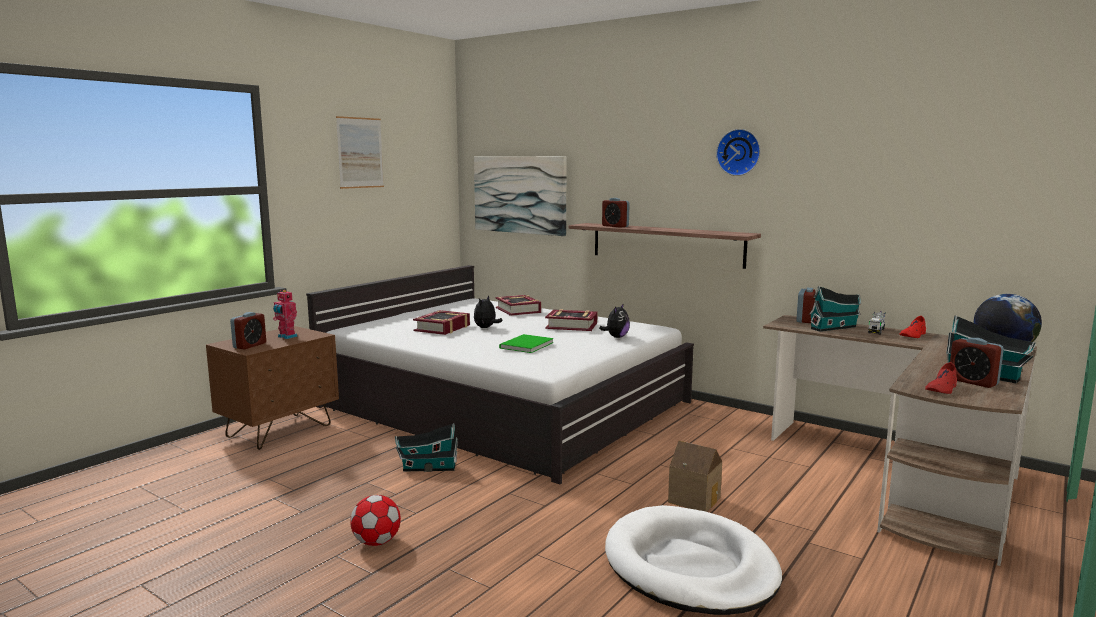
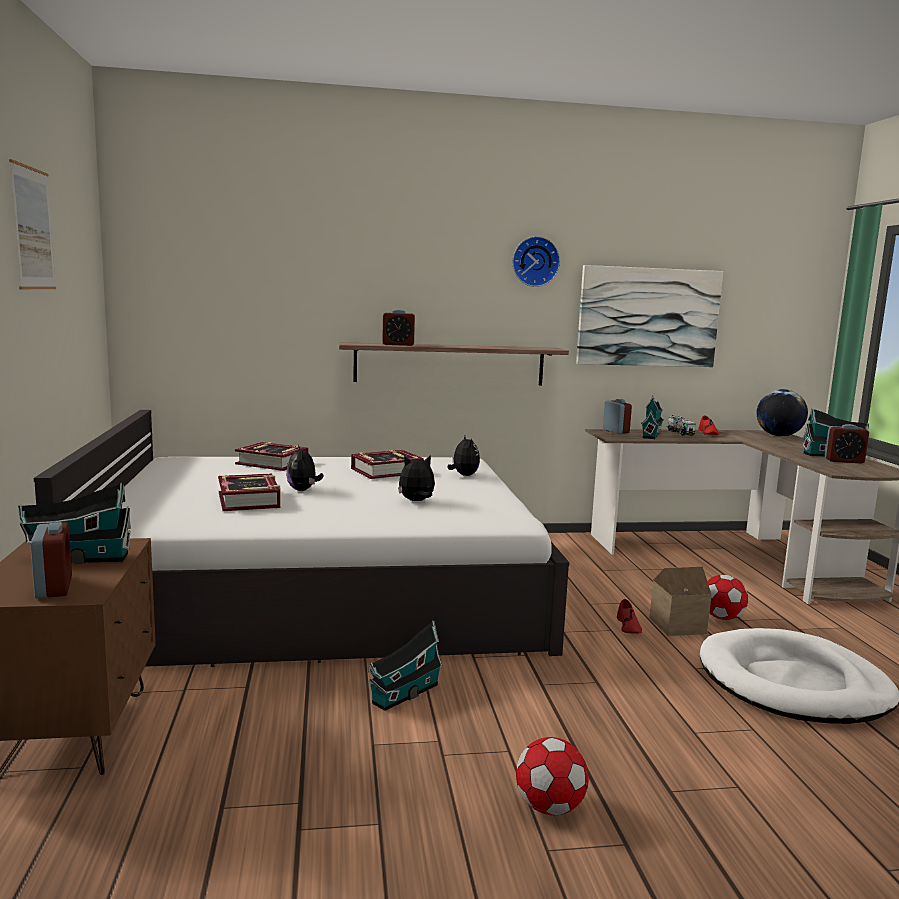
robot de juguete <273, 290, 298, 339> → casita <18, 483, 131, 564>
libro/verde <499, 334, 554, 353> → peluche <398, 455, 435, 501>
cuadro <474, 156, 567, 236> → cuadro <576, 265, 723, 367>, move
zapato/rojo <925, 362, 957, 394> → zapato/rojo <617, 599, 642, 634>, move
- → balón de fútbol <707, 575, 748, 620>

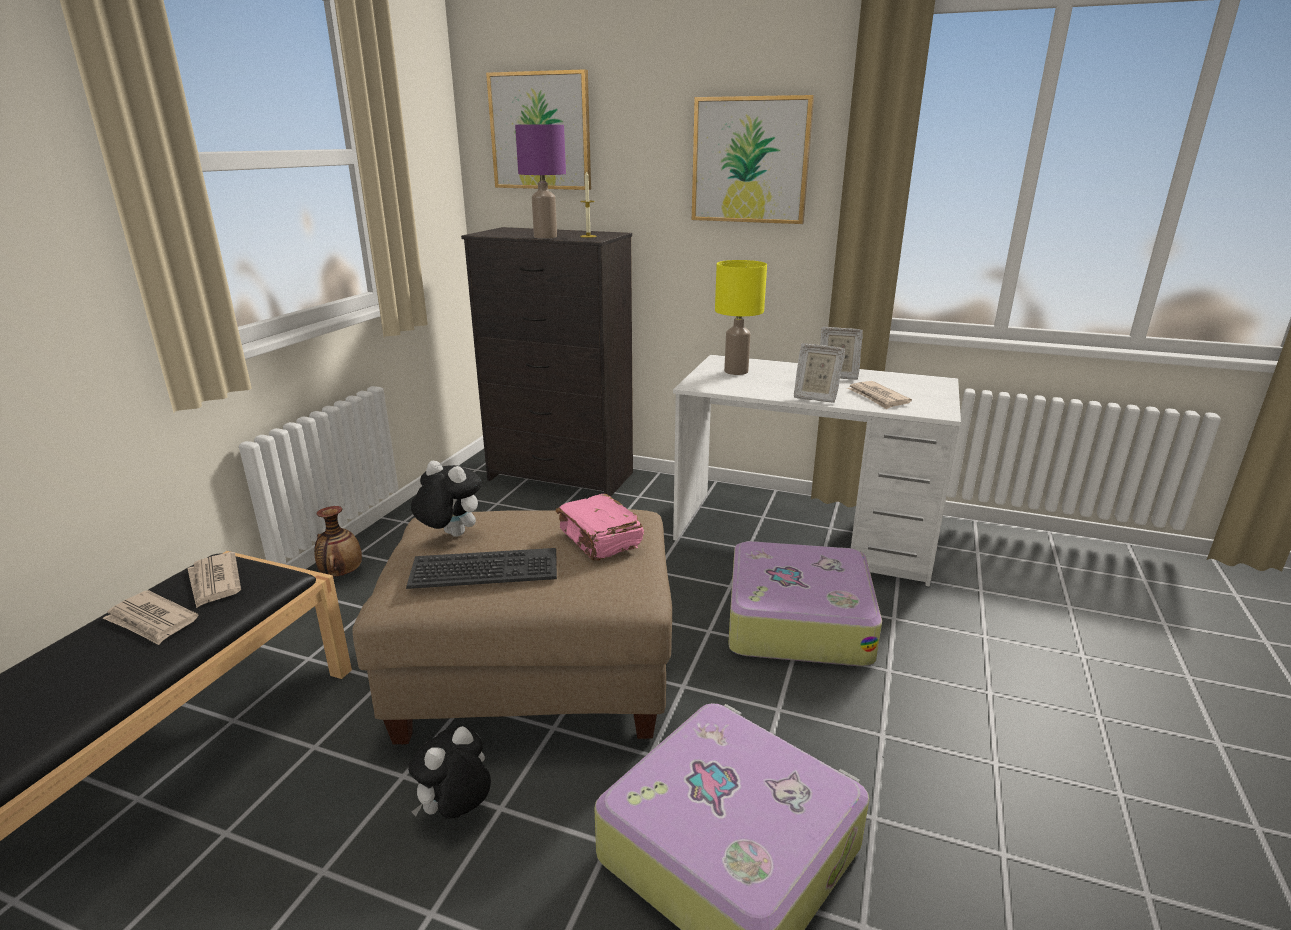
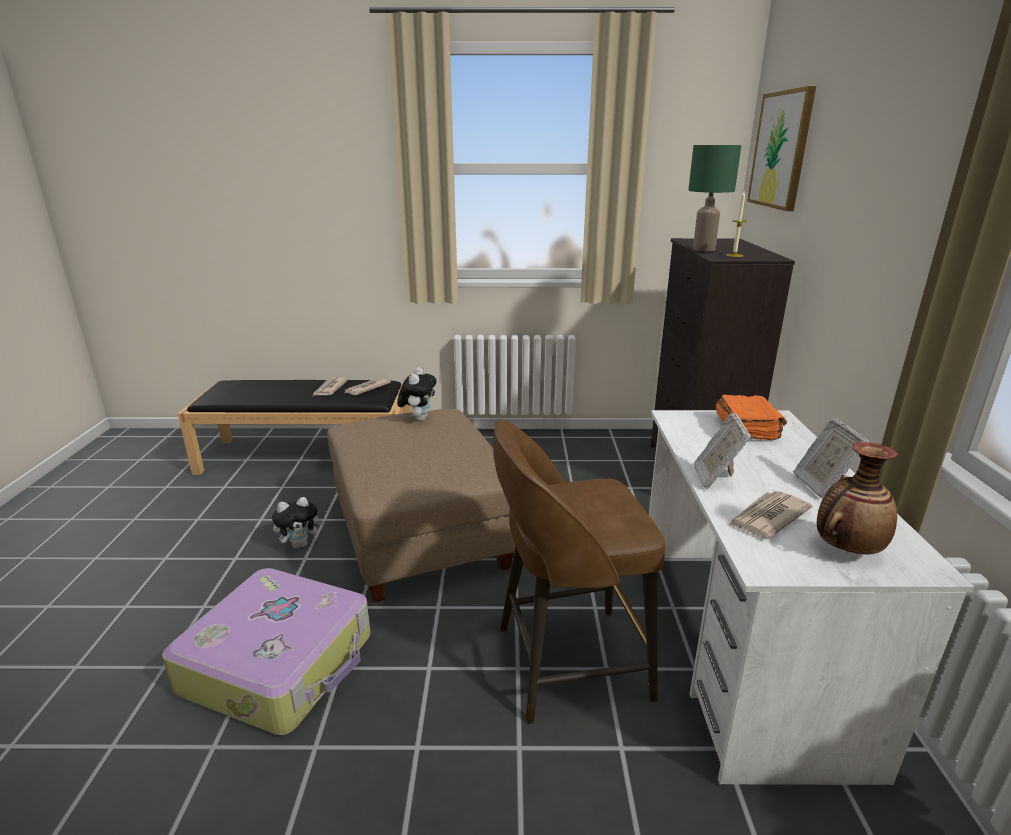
peluche <408, 726, 491, 819> → peluche <272, 497, 325, 549>, 135 degrees clockwise
maleta <728, 541, 882, 666> → taburete/marrón <493, 420, 665, 724>
lámpara de mesa/morado <515, 124, 566, 239> → lámpara de mesa/verde <688, 145, 741, 251>
lámpara de mesa/amarillo <715, 260, 767, 375> → libro/naranja <716, 395, 787, 440>
florero <314, 506, 362, 577> → florero <817, 442, 897, 554>, move
teclado <406, 548, 557, 589> → -
libro/rosa <556, 494, 644, 561> → -
cuadro <692, 95, 814, 224> → -

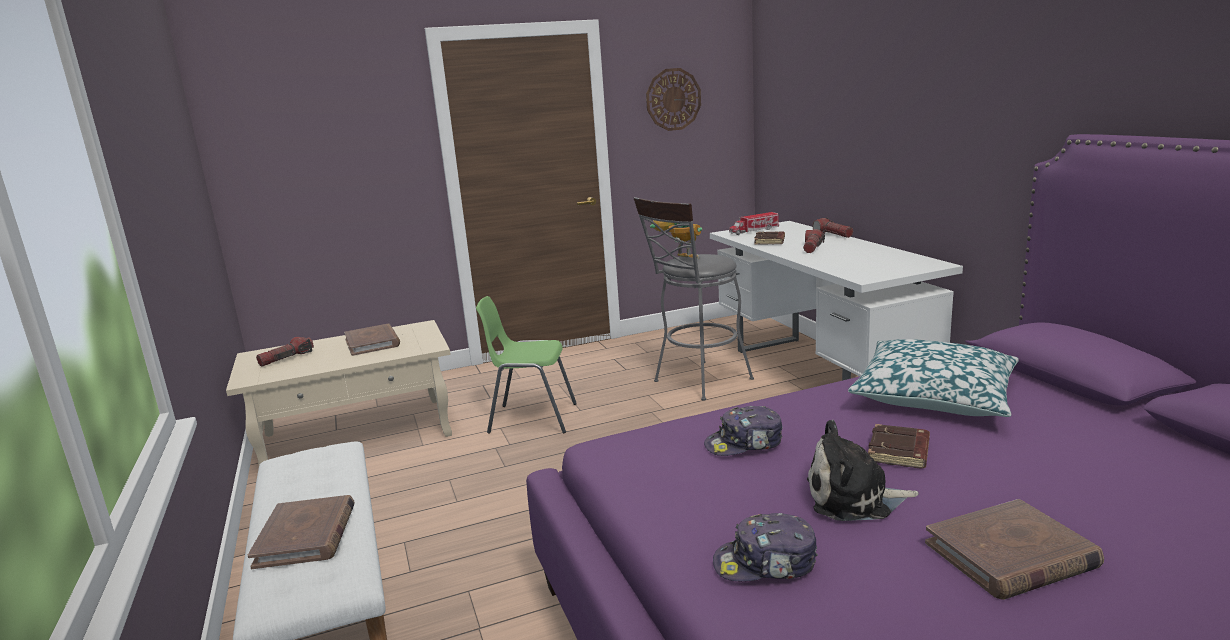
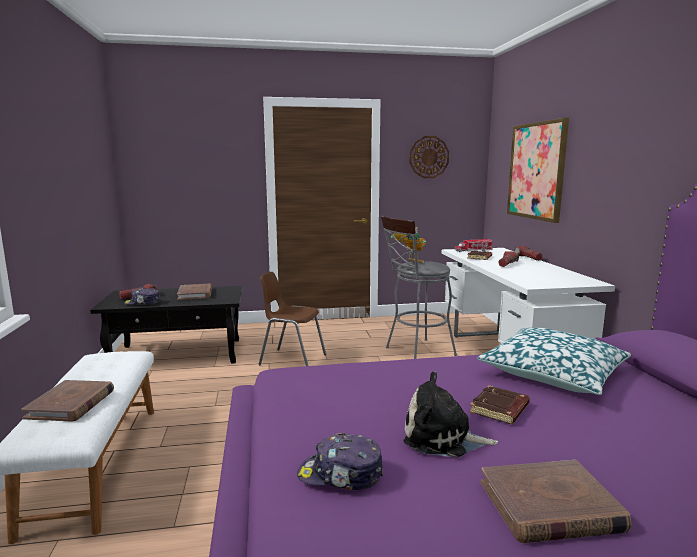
mesa de centro/beis <226, 320, 452, 465> → mesa de centro/negro <90, 286, 243, 364>
gorra <704, 406, 782, 456> → gorra <124, 288, 161, 305>, move
silla/verde <476, 296, 577, 433> → silla/marrón <259, 272, 326, 366>
- → cuadro <507, 118, 569, 223>

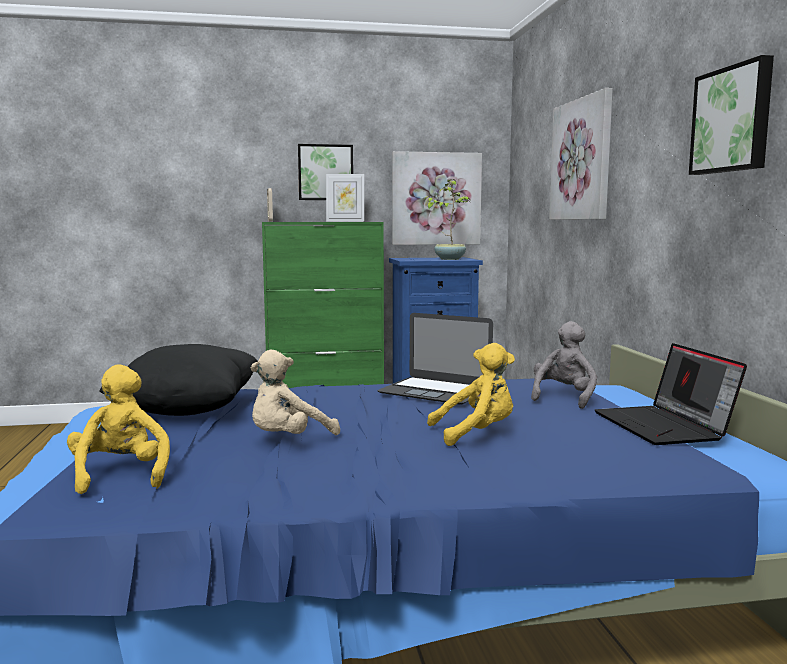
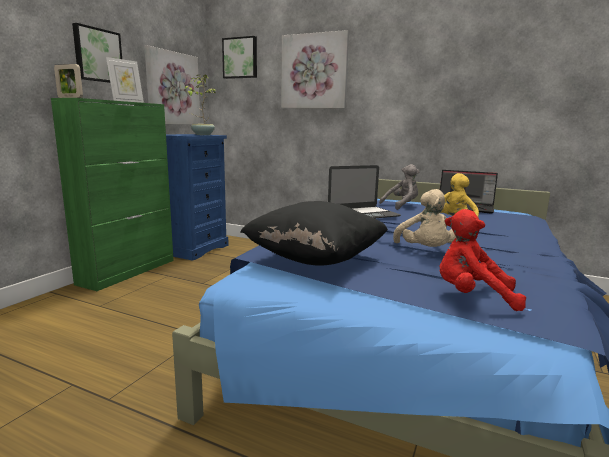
cuadro <689, 55, 774, 175> → cuadro <222, 36, 257, 79>, move
peluche/gris <531, 321, 597, 409> → peluche/gris <379, 164, 419, 210>, 90 degrees clockwise
peluche/amarillo <67, 364, 170, 494> → peluche/rojo <440, 209, 526, 311>

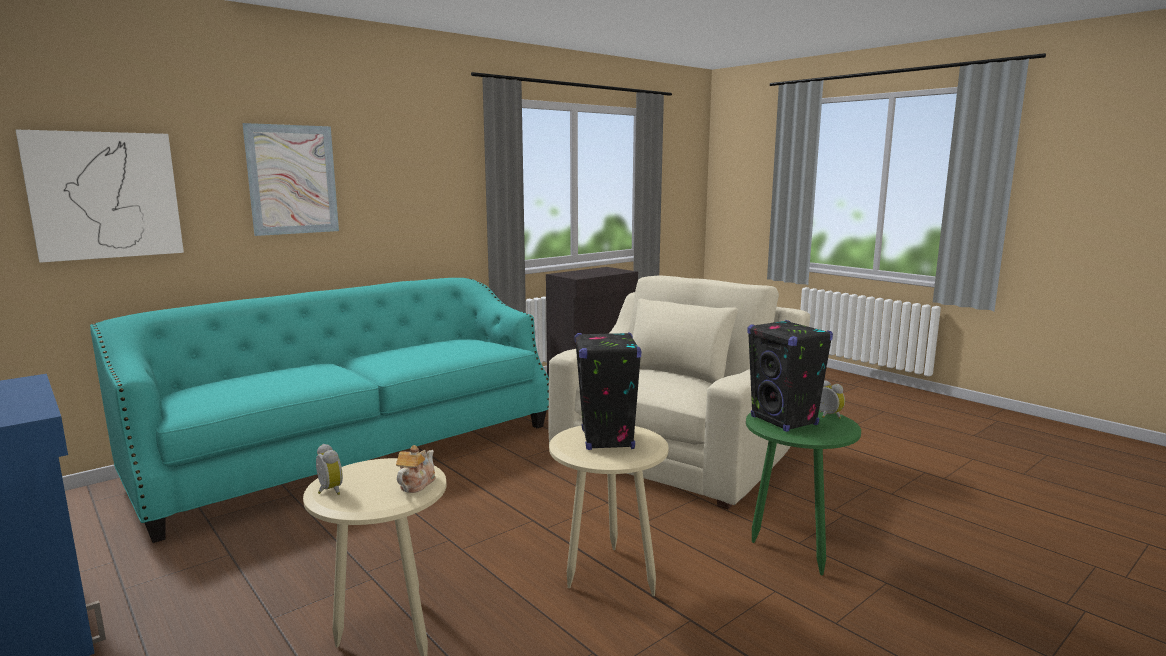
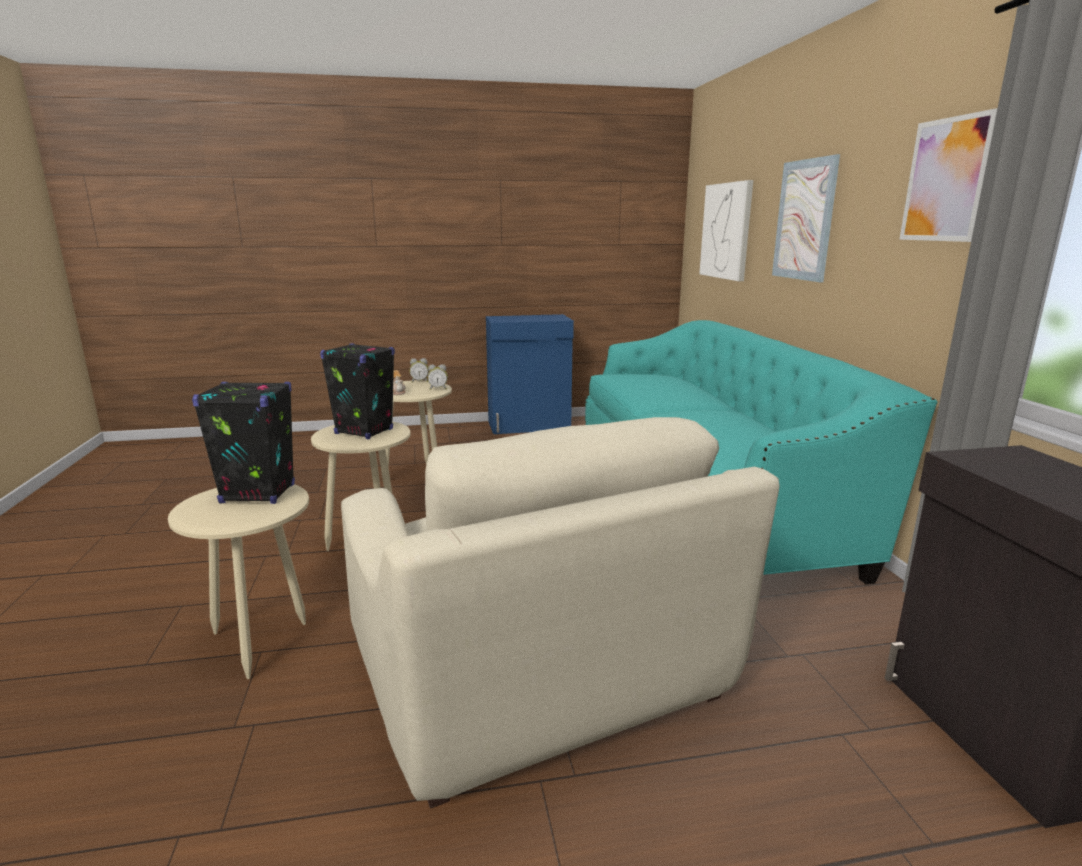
mesa auxiliar/verde <746, 409, 861, 575> → mesa auxiliar/beis <168, 484, 309, 679>
despertador <819, 380, 845, 419> → despertador <428, 364, 448, 390>, move
- → cuadro <899, 108, 997, 242>

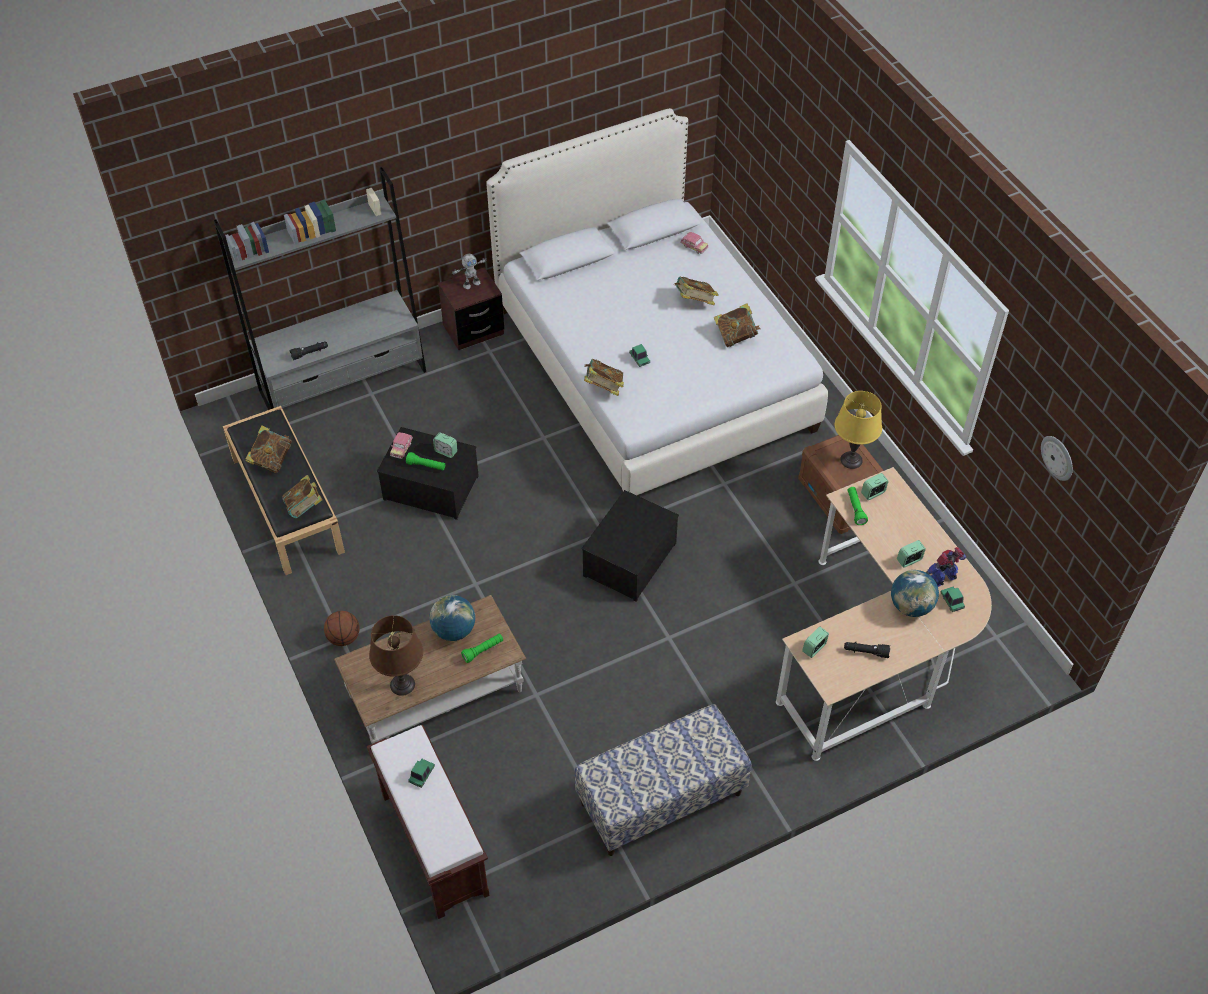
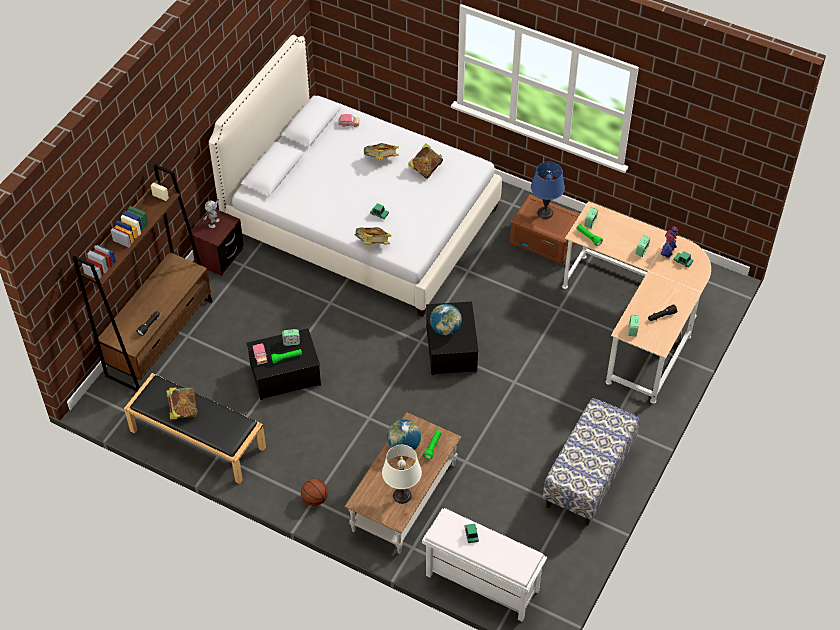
estantería/gris <213, 167, 426, 410> → estantería/marrón <72, 164, 213, 391>
lámpara de mesa/marrón <369, 615, 423, 696> → lámpara de mesa/blanco <382, 445, 422, 504>
banco/marrón <367, 725, 489, 919> → banco/blanco <422, 508, 547, 621>
globo terráqueo <891, 570, 939, 617> → globo terráqueo <430, 304, 462, 336>, move
lámpara de mesa/amarillo <835, 391, 882, 469> → lámpara de mesa/azul <531, 162, 565, 219>
libro <282, 475, 322, 518> → -
reloj de pared <1041, 436, 1073, 481> → -

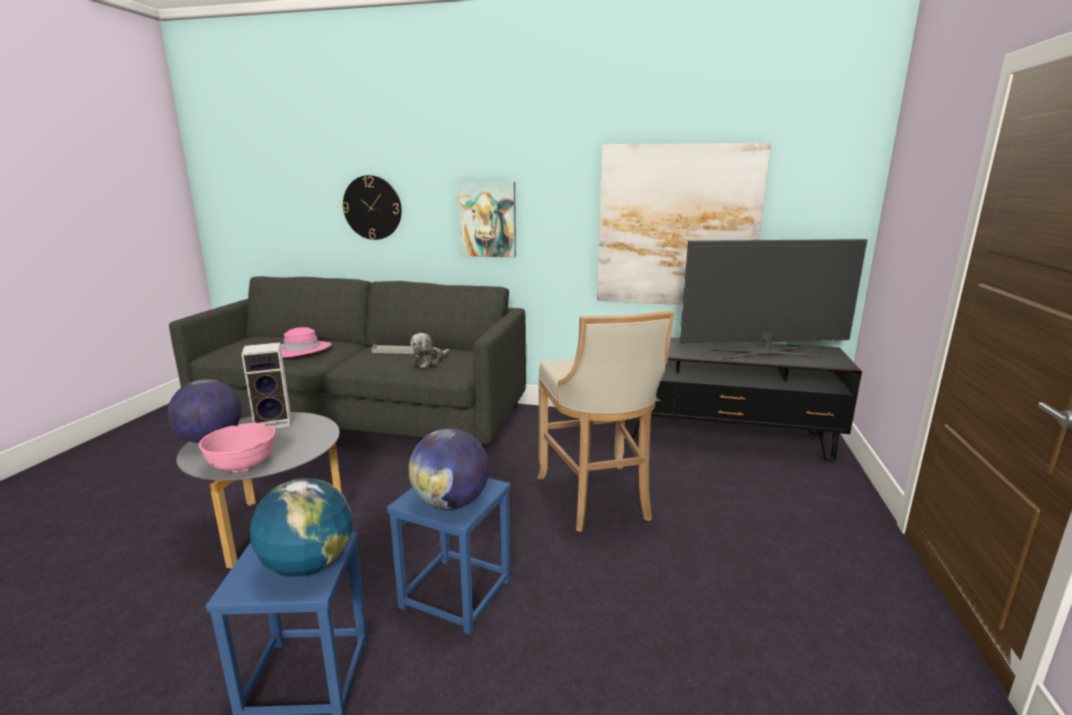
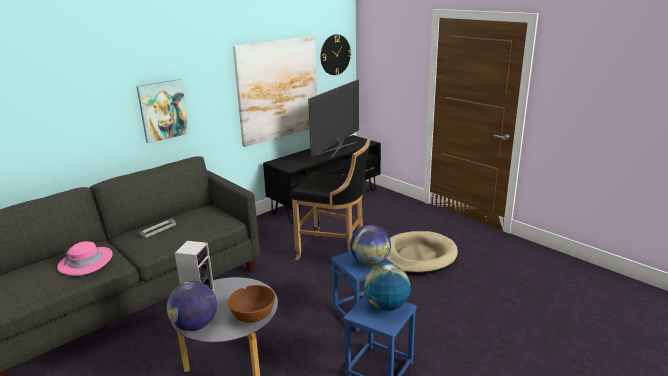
cuenco/rosa <199, 423, 275, 472> → cuenco/marrón <227, 285, 276, 323>
taburete/beis <537, 311, 674, 532> → taburete/negro <292, 139, 370, 260>
reloj de pared <342, 175, 402, 240> → reloj de pared <321, 34, 351, 75>, move
- → cama para perro/beis <387, 231, 458, 275>
peluche <411, 333, 450, 368> → -

